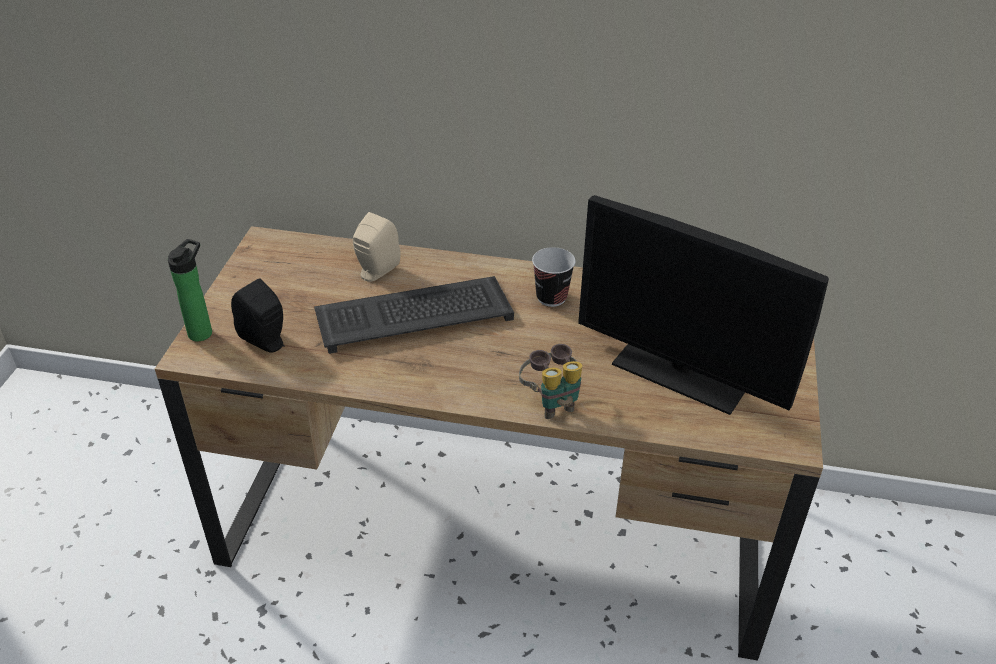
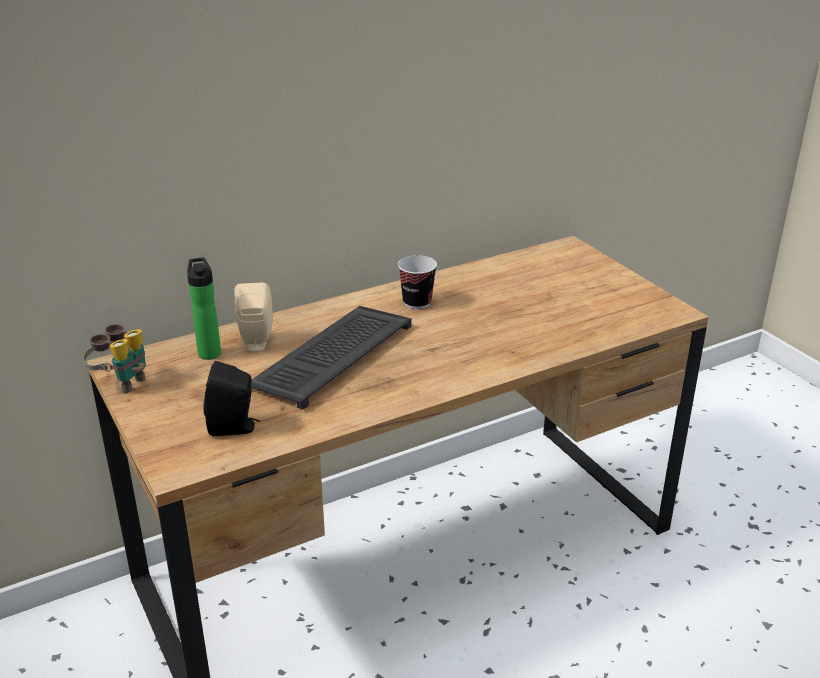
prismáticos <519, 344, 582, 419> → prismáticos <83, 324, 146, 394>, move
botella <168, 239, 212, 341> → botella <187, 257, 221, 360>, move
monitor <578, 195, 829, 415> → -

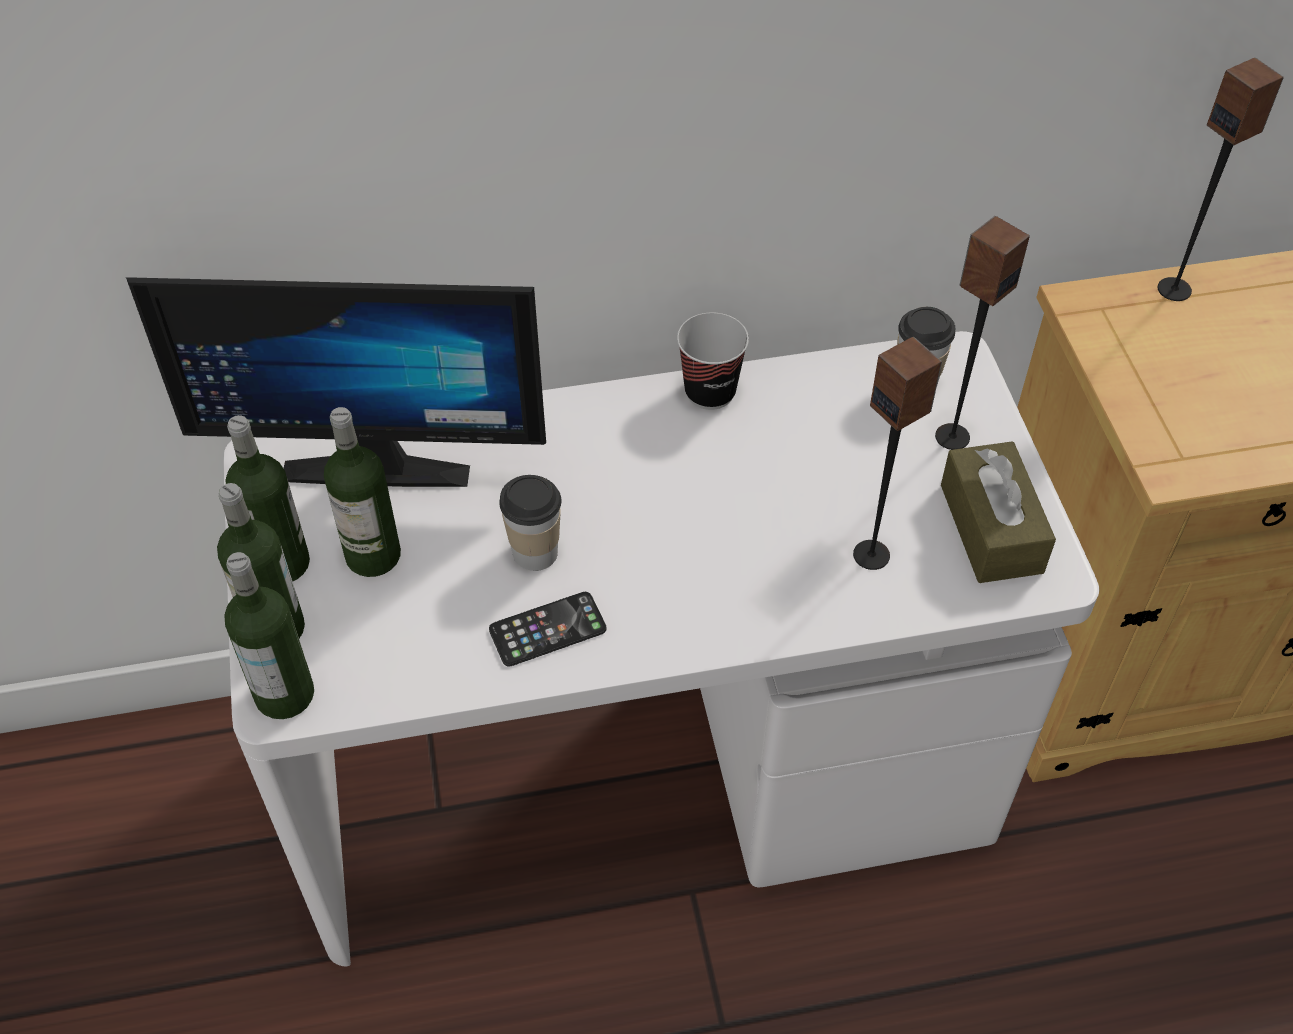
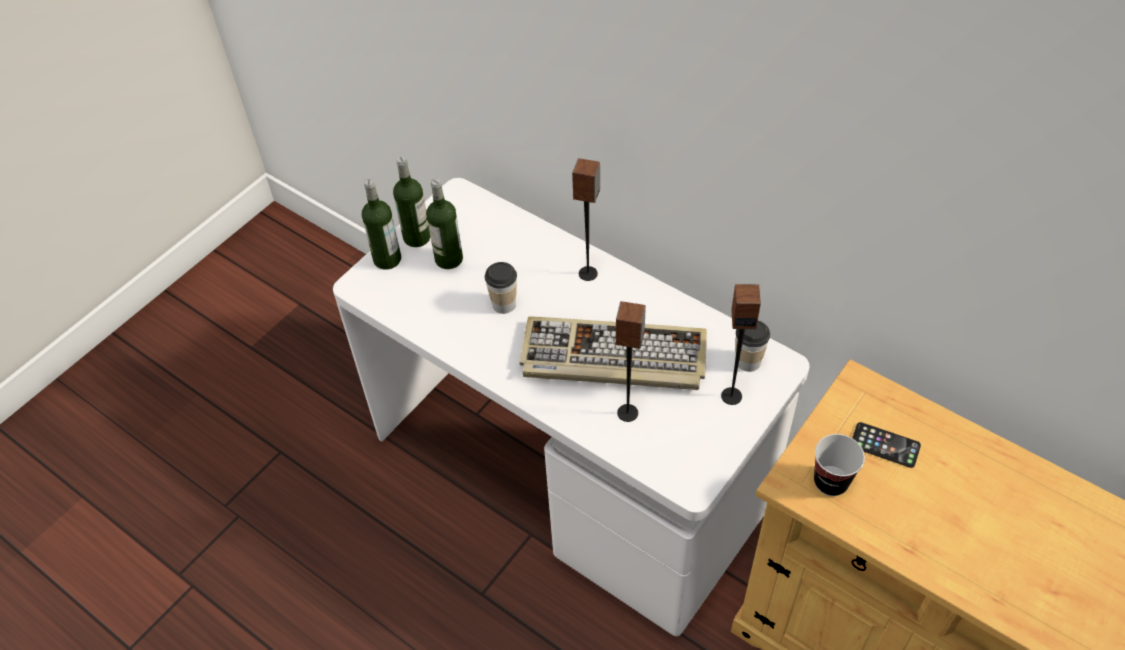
- → teclado <519, 316, 707, 390>
altavoz <1158, 58, 1284, 301> → altavoz <572, 158, 600, 281>, move
taza <677, 313, 749, 410> → taza <814, 434, 865, 496>, move
móvil <489, 592, 606, 666> → móvil <852, 422, 921, 468>, move
monitor <126, 277, 546, 487> → -
botella <224, 552, 314, 719> → -
caja de pañuelos/marrón <941, 441, 1056, 583> → -

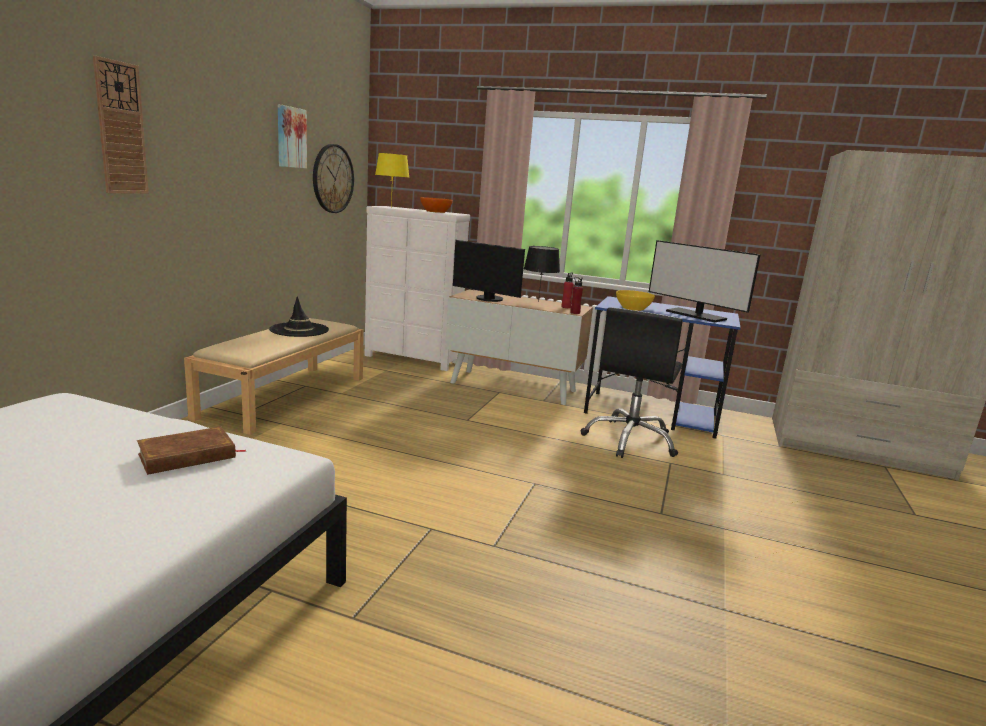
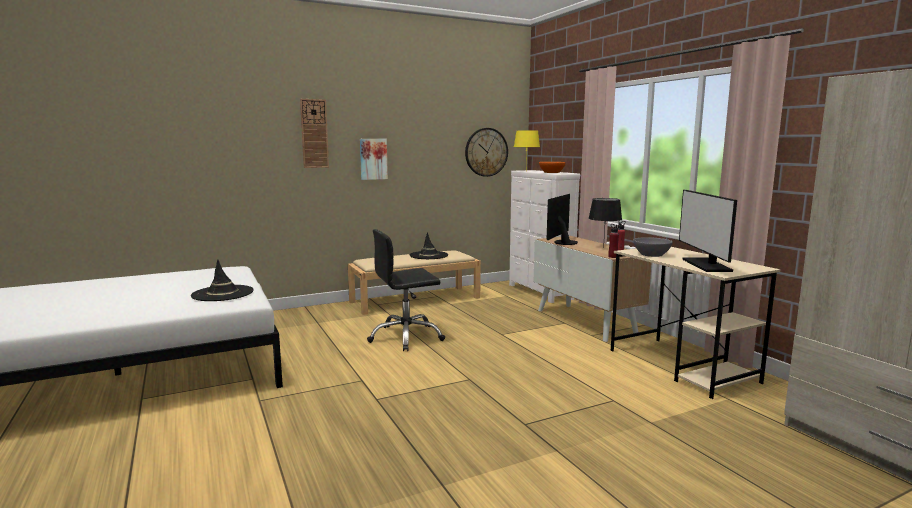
libro/marrón <137, 427, 246, 475> → sombrero/negro <191, 260, 254, 301>
cuadro <278, 105, 307, 169> → cuadro <360, 139, 388, 180>, move
silla de oficina/negro <581, 307, 682, 458> → silla de oficina/negro <367, 229, 445, 351>, move
monitor <453, 240, 525, 302> → monitor <547, 194, 578, 245>, 45 degrees clockwise
escritorio/azul <584, 296, 741, 439> → escritorio/beis <611, 247, 780, 399>
cuenco/amarillo <616, 290, 655, 311> → cuenco/gris <633, 237, 672, 257>

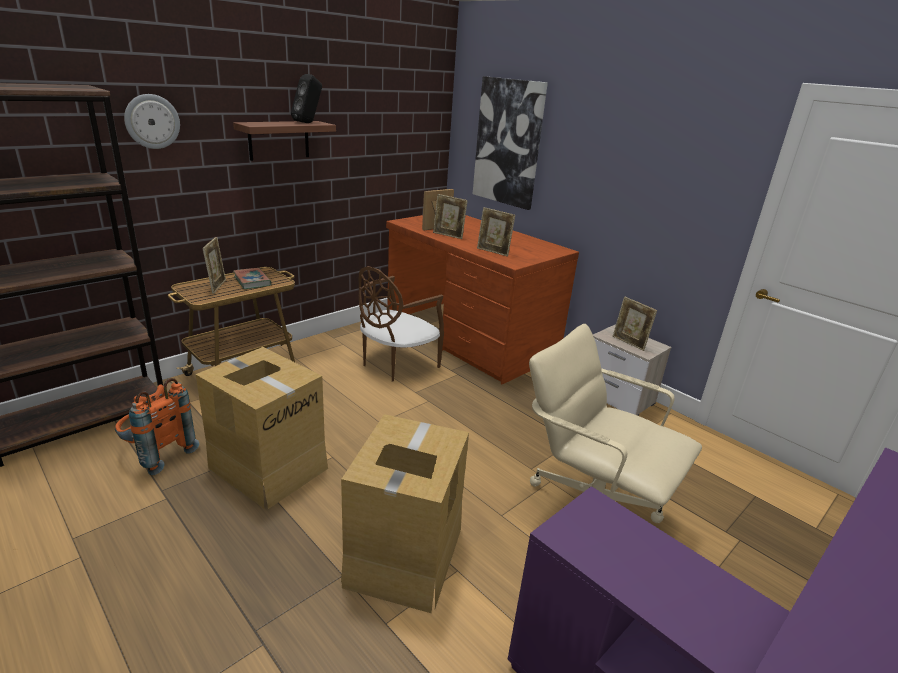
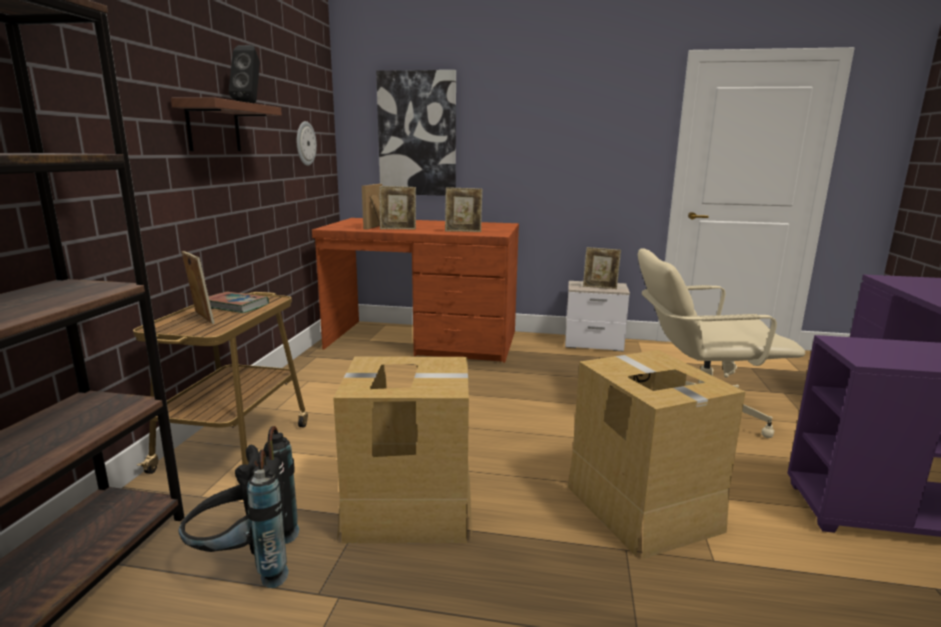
mochila/naranja <115, 378, 199, 475> → mochila/negro <178, 426, 299, 588>
reloj de pared <124, 94, 180, 149> → reloj de pared <297, 121, 317, 166>, move
silla/marrón <359, 266, 444, 382> → -

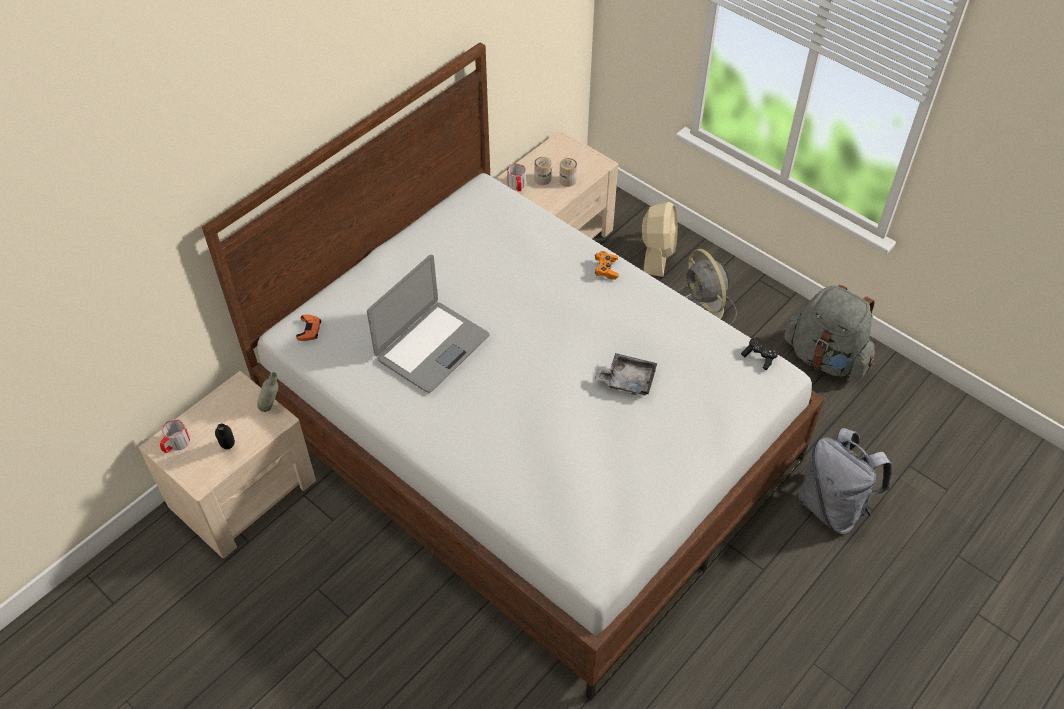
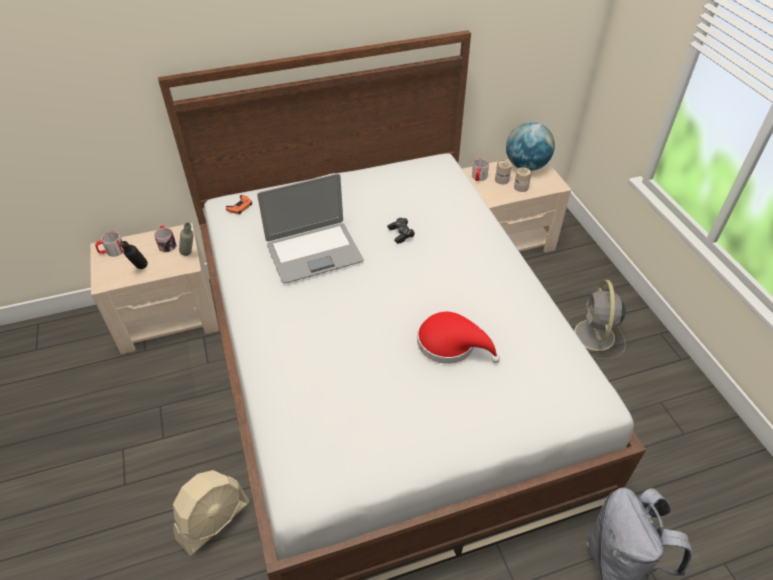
- → taza grande <154, 225, 177, 252>
ventilador/beis <642, 202, 678, 277> → ventilador/beis <173, 470, 250, 556>, move
mando de consola/negro <741, 337, 779, 370> → mando de consola/negro <387, 218, 415, 244>, move
bandeja/gris <595, 353, 657, 395> → sombrero/rojo <417, 312, 500, 364>
- → globo terráqueo <506, 122, 555, 171>
mando de consola/naranja <595, 251, 619, 279> → -
mochila/gris <784, 285, 875, 379> → -

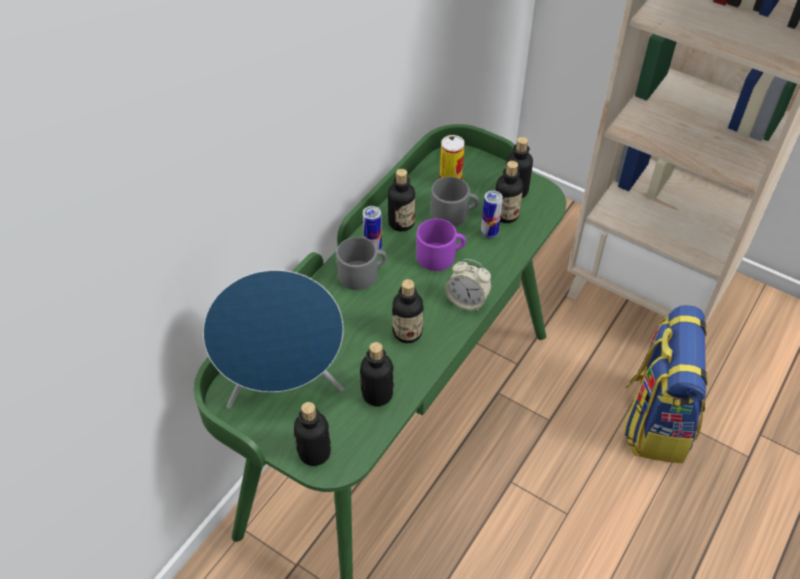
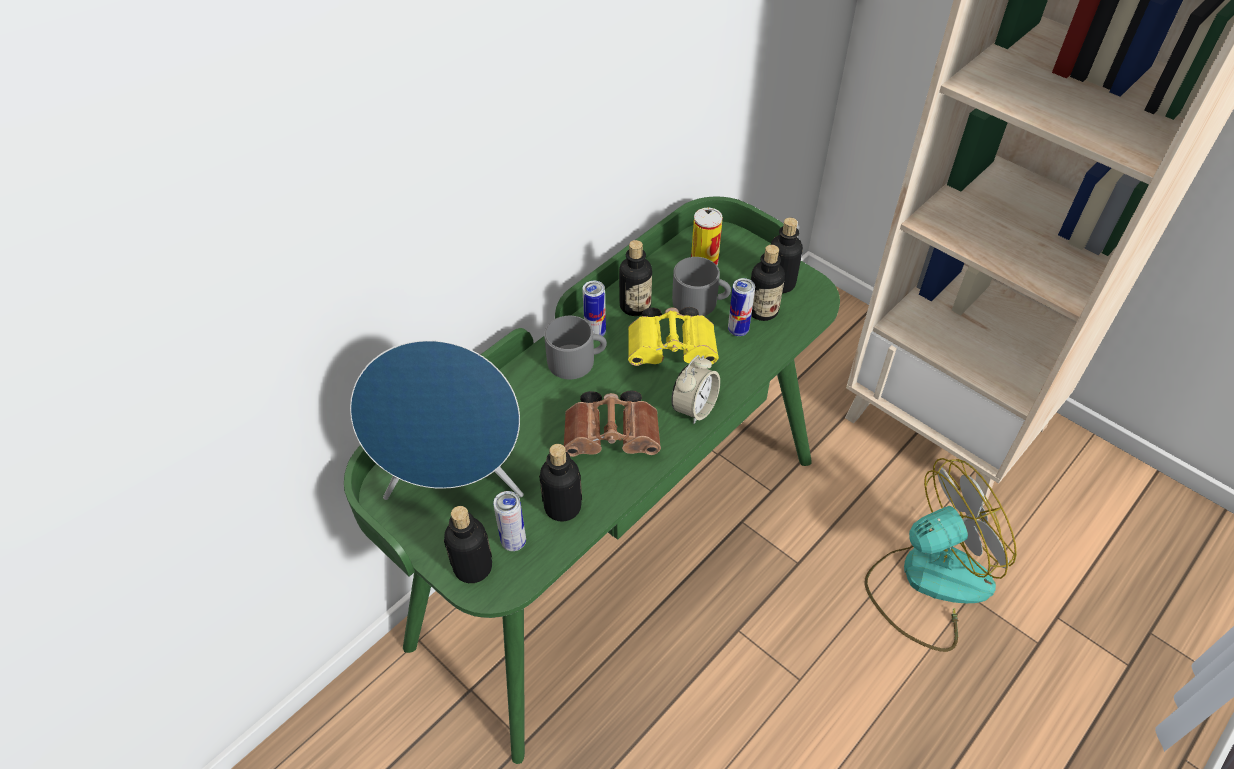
- → lata <493, 491, 526, 551>
botella <392, 279, 424, 343> → prismáticos/marrón <564, 390, 661, 457>
taza grande/morado <416, 219, 466, 271> → prismáticos/amarillo <628, 307, 719, 366>
despertador <445, 259, 492, 312> → despertador <671, 355, 720, 424>, 90 degrees counterclockwise
mochila <623, 305, 707, 463> → ventilador <864, 458, 1017, 652>

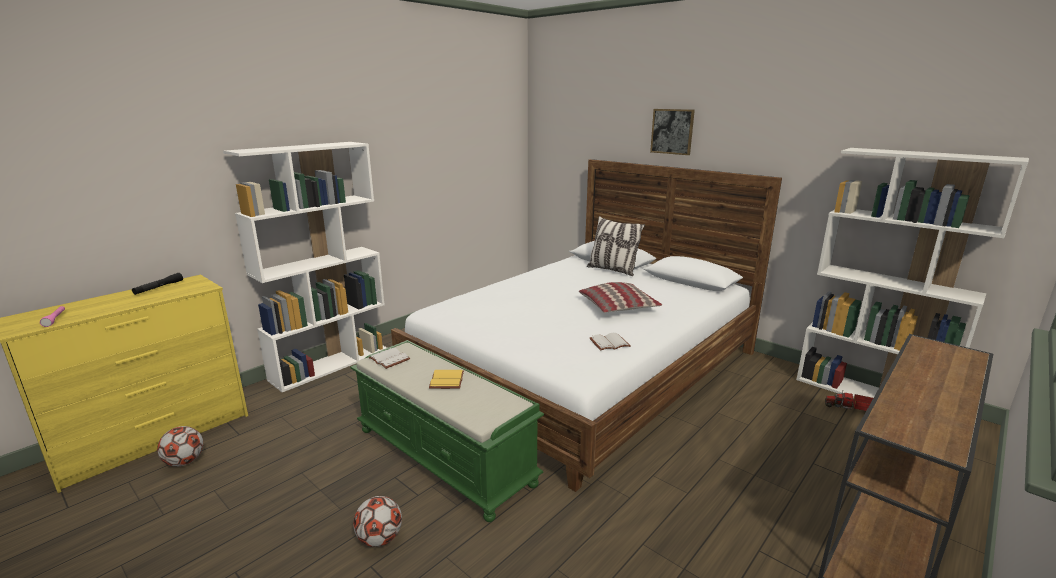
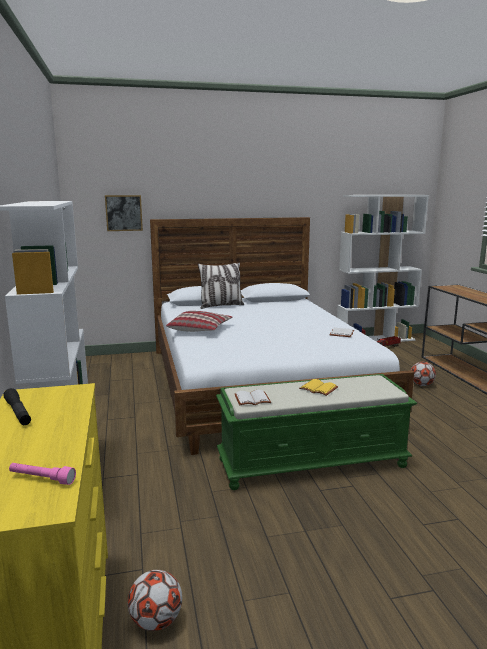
cuadro <650, 109, 695, 155> → cuadro <105, 195, 143, 231>, move
cojín <579, 282, 662, 313> → cojín <166, 311, 233, 332>, move
balón de fútbol <353, 496, 402, 547> → balón de fútbol <411, 362, 436, 386>, move

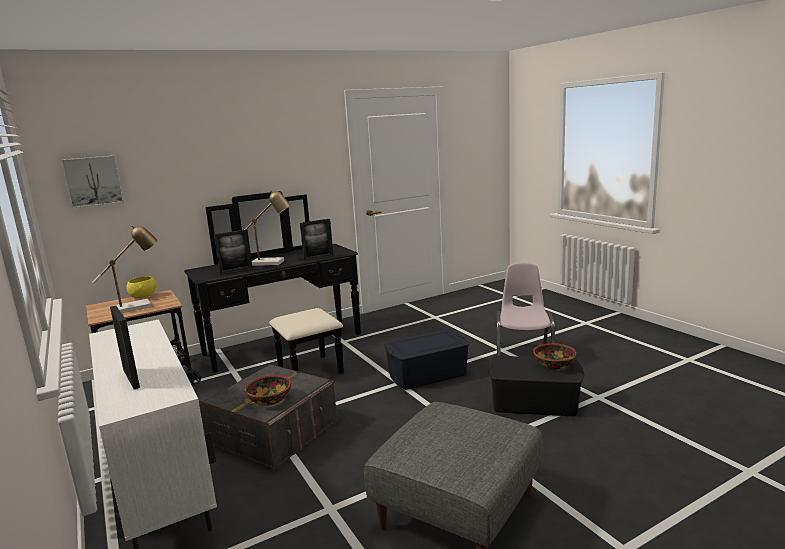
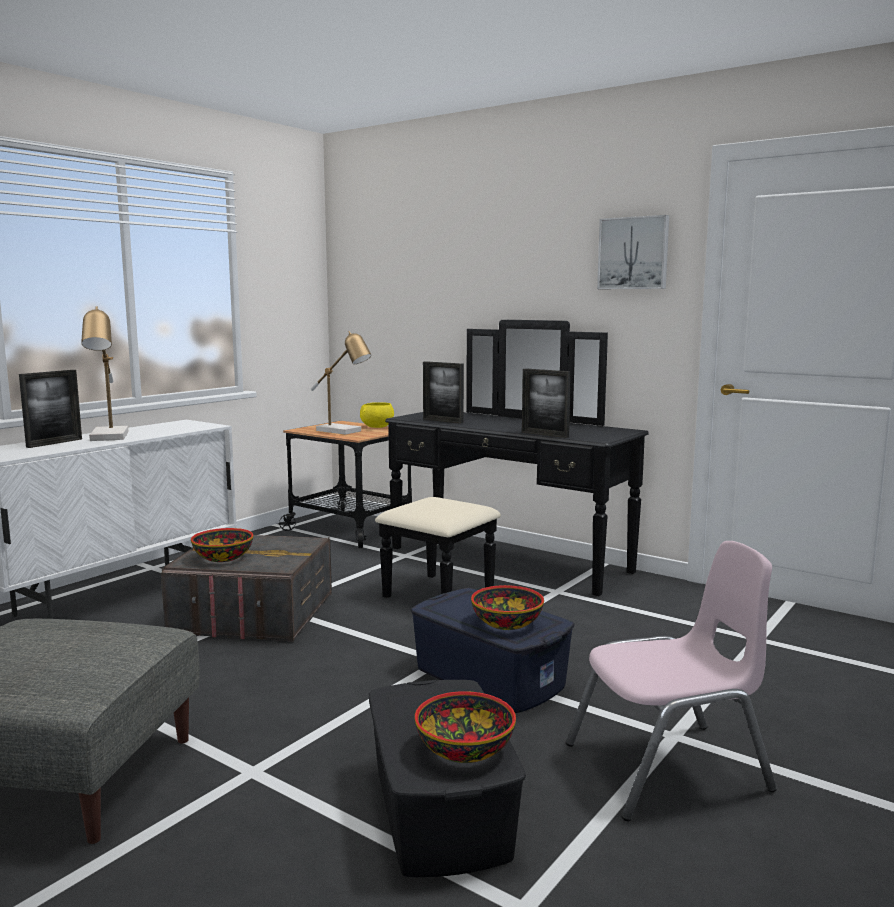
lámpara de mesa <244, 190, 291, 266> → lámpara de mesa <81, 306, 129, 441>, move
- → cuenco <471, 585, 544, 630>
cuadro <62, 155, 124, 208> → cuadro <597, 215, 669, 289>, move

